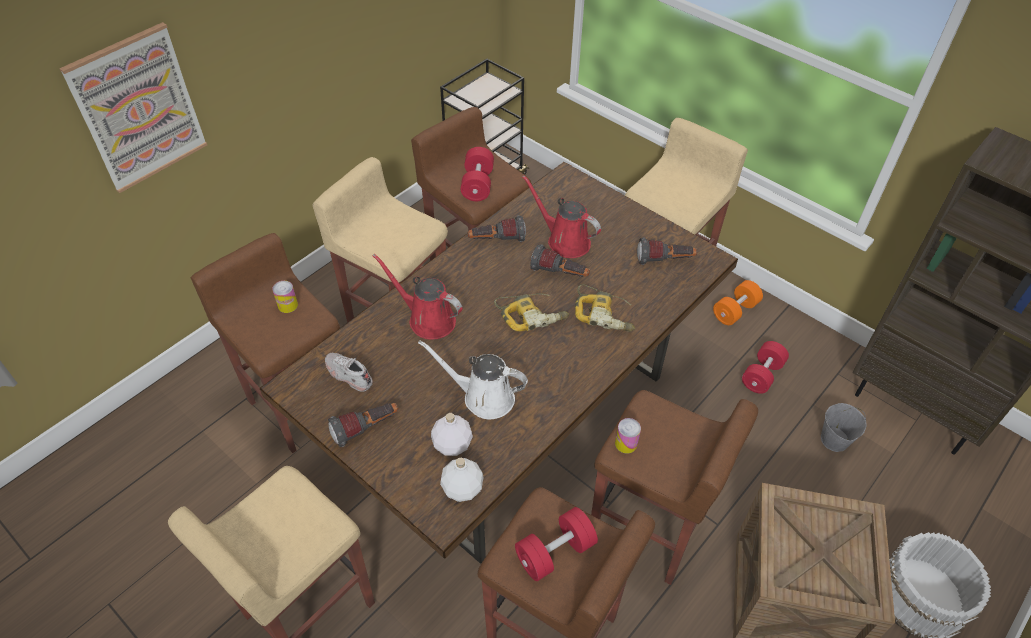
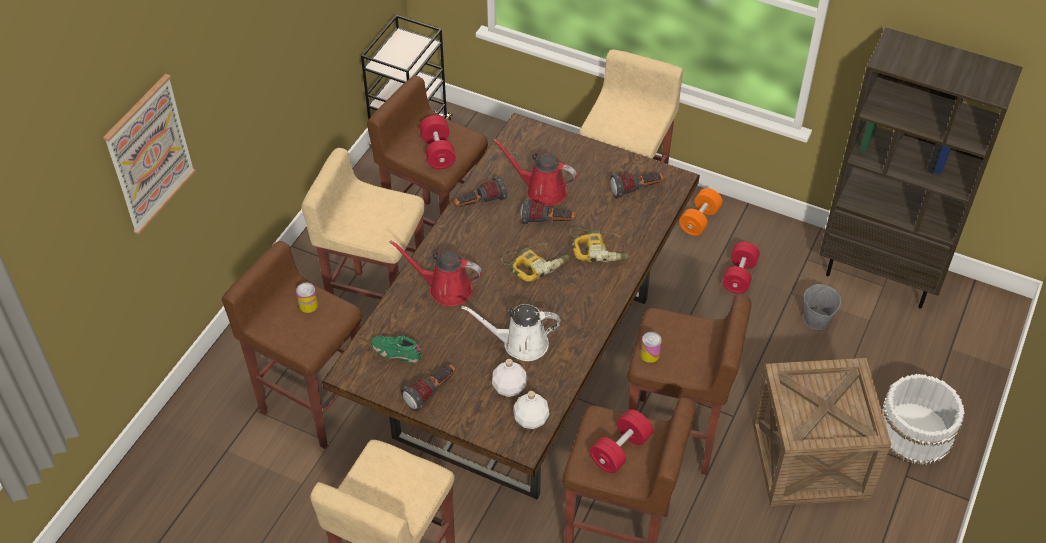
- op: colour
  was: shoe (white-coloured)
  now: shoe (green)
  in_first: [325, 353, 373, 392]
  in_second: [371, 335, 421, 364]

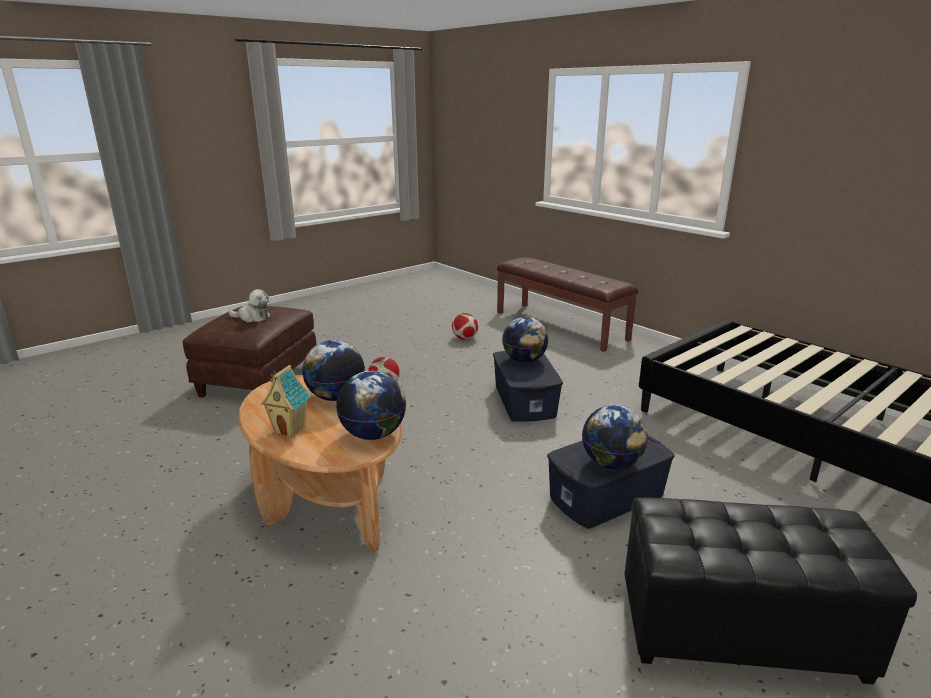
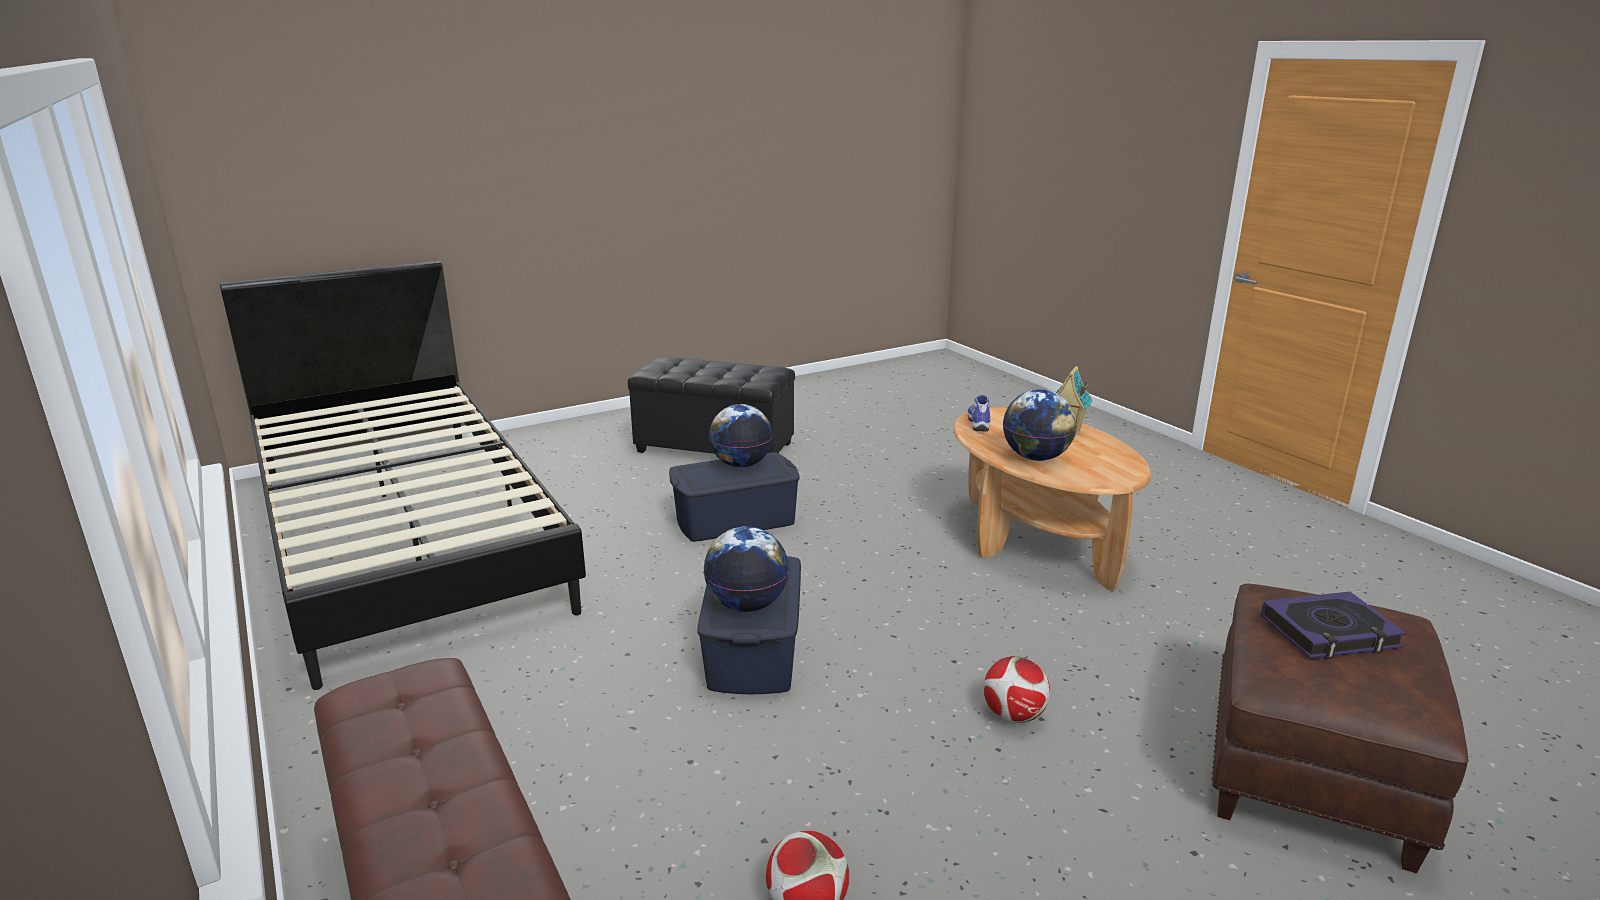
- op: exchanged
  was: soft toy
  now: bound book
  in_first: [228, 289, 271, 323]
  in_second: [1261, 592, 1406, 660]
- op: exchanged
  was: desk globe
  now: shoe
  in_first: [336, 371, 406, 440]
  in_second: [968, 395, 990, 432]

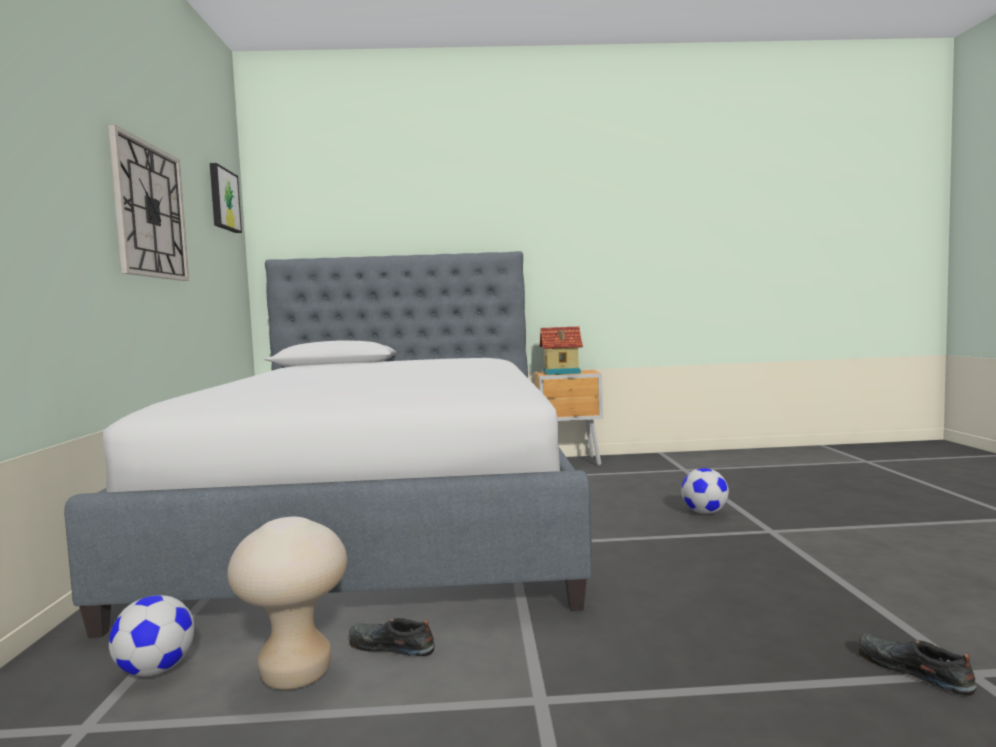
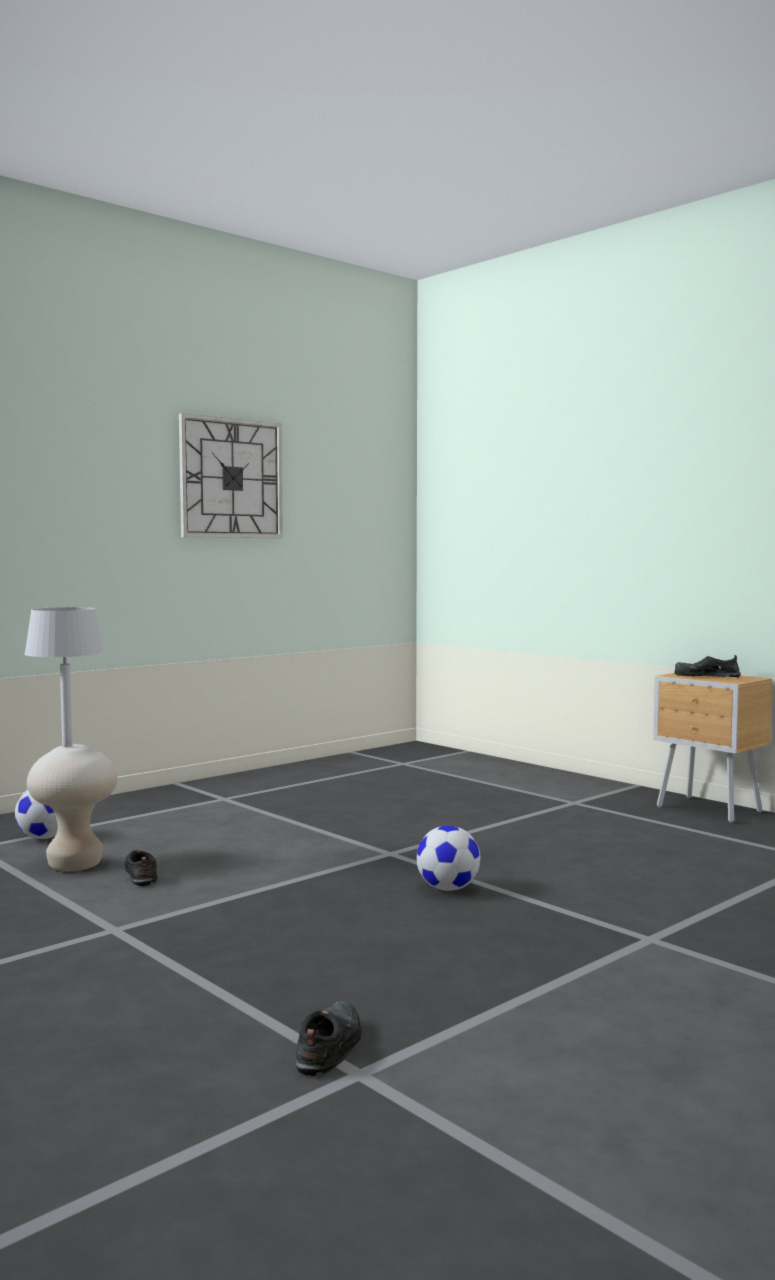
- op: missing
  was: picture
  in_first: [210, 163, 242, 233]
- op: missing
  was: sleeping bed
  in_first: [64, 251, 592, 638]
- op: exchanged
  was: model house
  now: shoe (blackish)
  in_first: [539, 326, 583, 375]
  in_second: [674, 655, 740, 678]
- op: relocated
  was: ball for football
  in_first: [681, 468, 729, 514]
  in_second: [416, 826, 480, 891]
- op: appeared
  now: lamp for a table (grey)
  in_second: [24, 607, 104, 747]

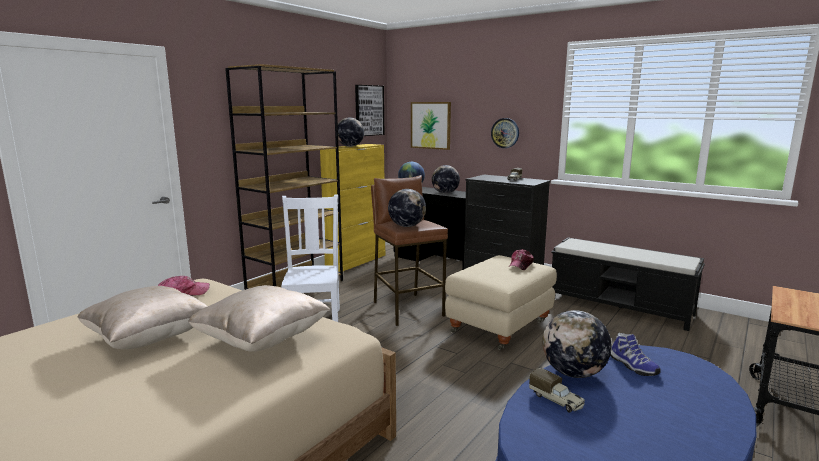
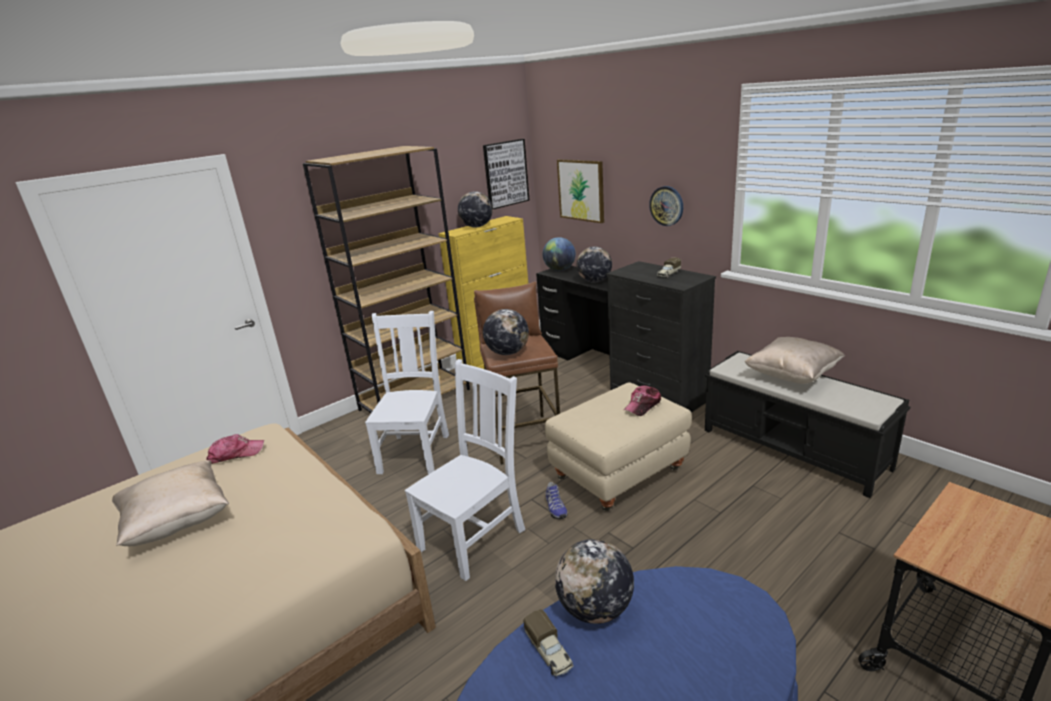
- op: relocated
  was: pillow (sand-coloured)
  in_first: [188, 285, 330, 351]
  in_second: [745, 337, 845, 384]
- op: relocated
  was: shoe
  in_first: [610, 333, 661, 376]
  in_second: [546, 482, 567, 519]
- op: appeared
  now: plain chair (white-coloured)
  in_second: [405, 359, 525, 581]

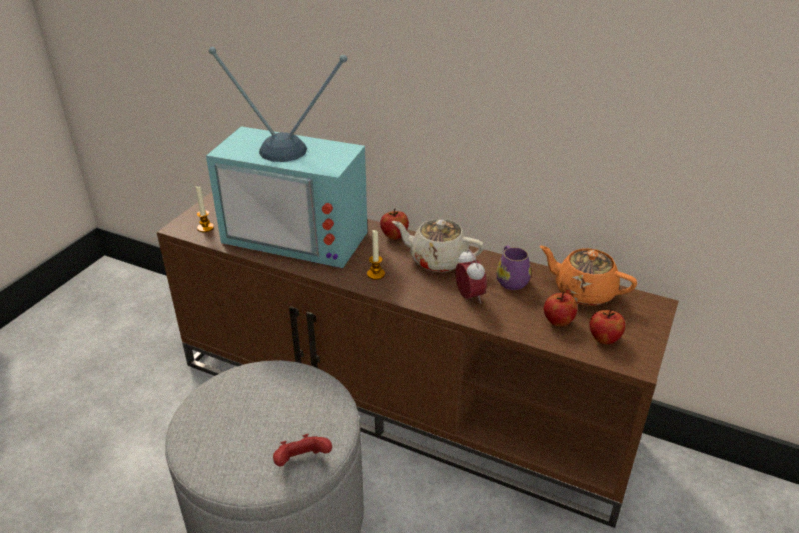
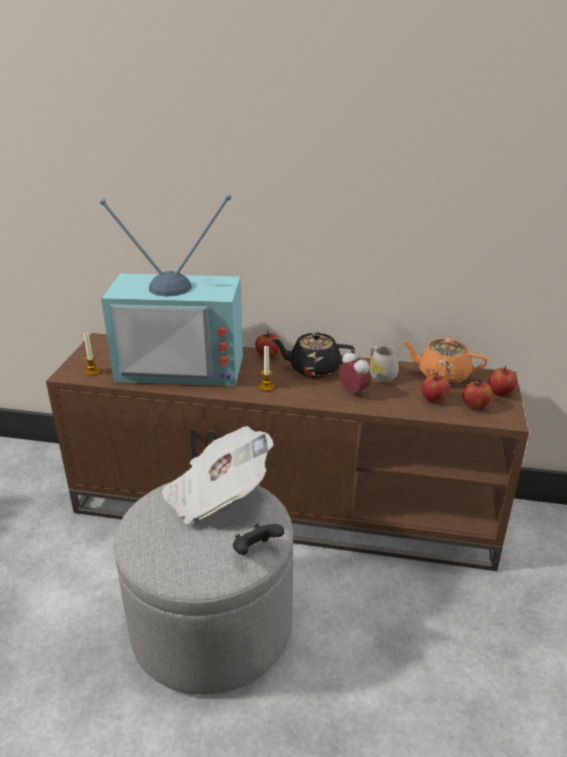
- op: colour
  was: tea pot (sand-coloured)
  now: tea pot (blackish)
  in_first: [392, 219, 484, 272]
  in_second: [272, 332, 355, 378]
- op: colour
  was: coffee mug (purple-coloured)
  now: coffee mug (white-coloured)
  in_first: [496, 246, 531, 290]
  in_second: [369, 346, 399, 383]
- op: colour
  was: game controller (red-coloured)
  now: game controller (blackish)
  in_first: [273, 434, 332, 466]
  in_second: [233, 524, 284, 555]
- op: appeared
  now: apple fruit
  in_second: [489, 366, 517, 396]
- op: appeared
  now: newspaper
  in_second: [162, 426, 274, 524]

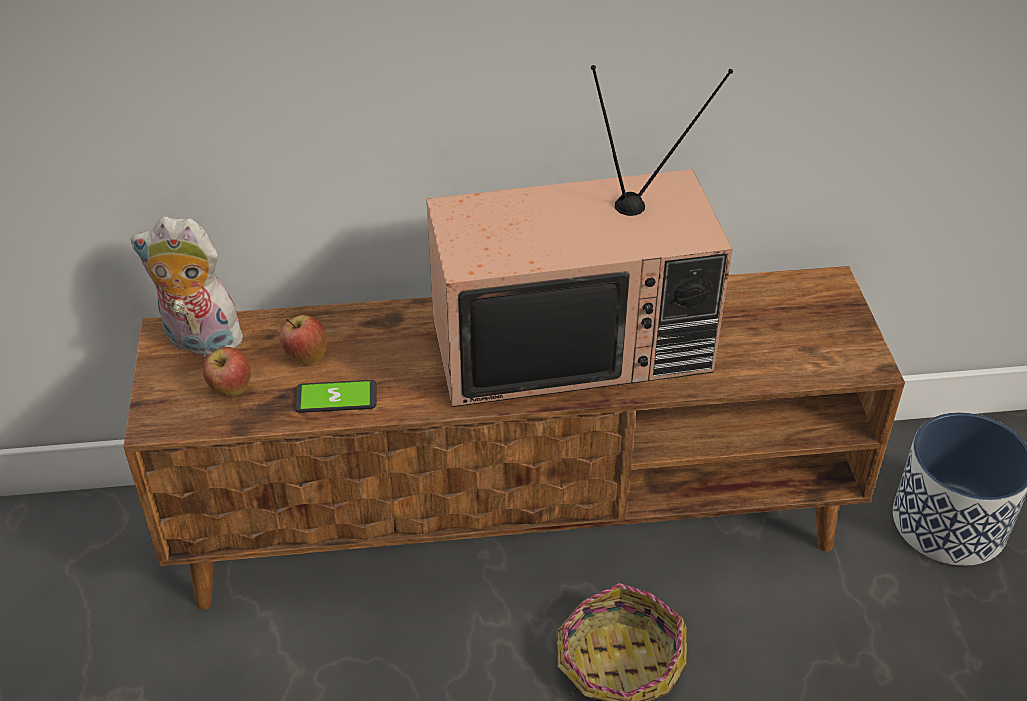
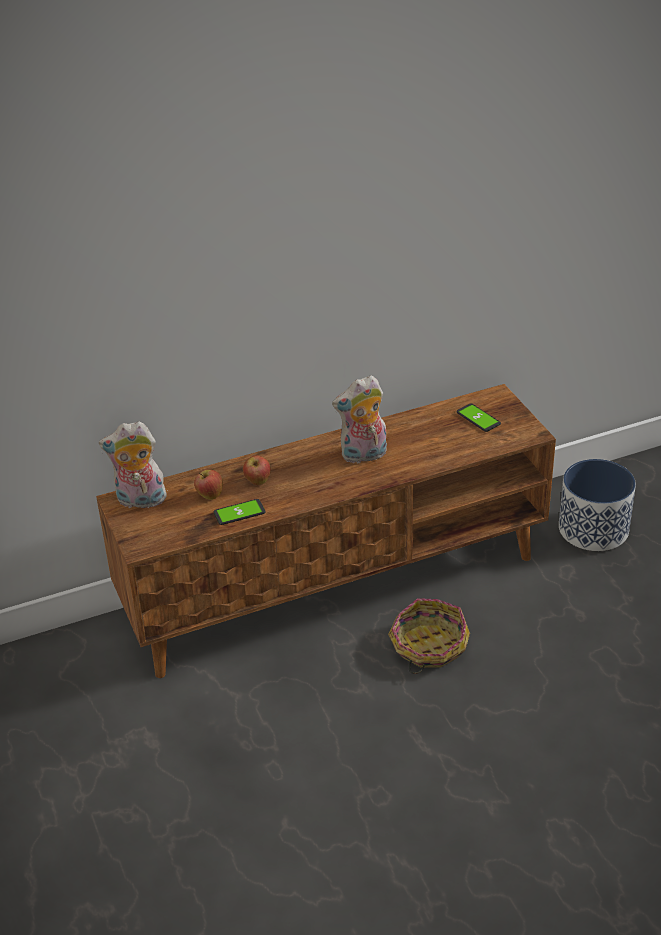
- op: exchanged
  was: television
  now: soft toy
  in_first: [427, 65, 733, 407]
  in_second: [332, 375, 387, 464]
- op: relocated
  was: apple fruit
  in_first: [203, 347, 251, 396]
  in_second: [243, 456, 271, 485]
- op: appeared
  now: handset
  in_second: [456, 404, 501, 432]

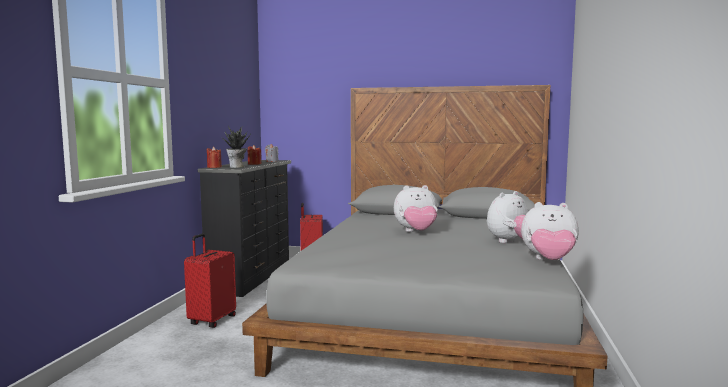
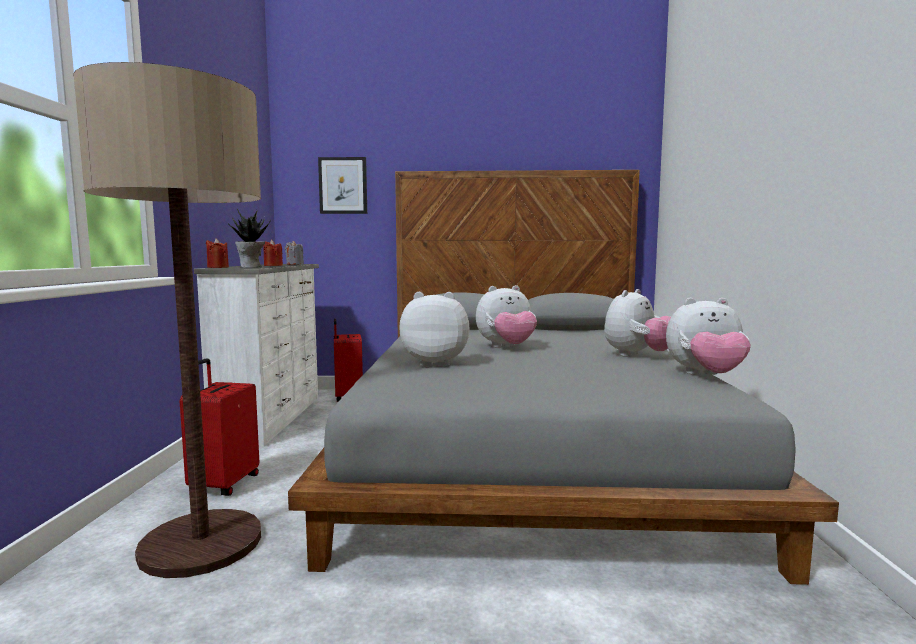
- op: colour
  was: drawer chest (blackish)
  now: drawer chest (white-coloured)
  in_first: [198, 160, 291, 297]
  in_second: [194, 264, 319, 447]
- op: appeared
  now: standing lamp
  in_second: [74, 62, 261, 578]
- op: appeared
  now: picture
  in_second: [318, 157, 367, 214]
- op: appeared
  now: soft toy
  in_second: [399, 292, 470, 367]

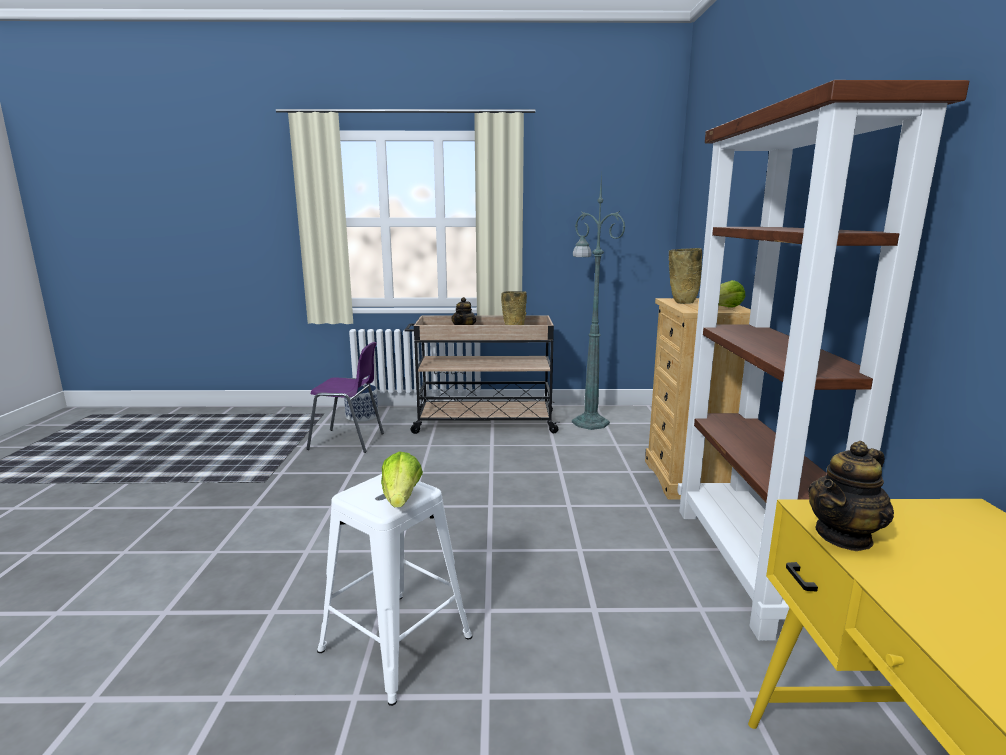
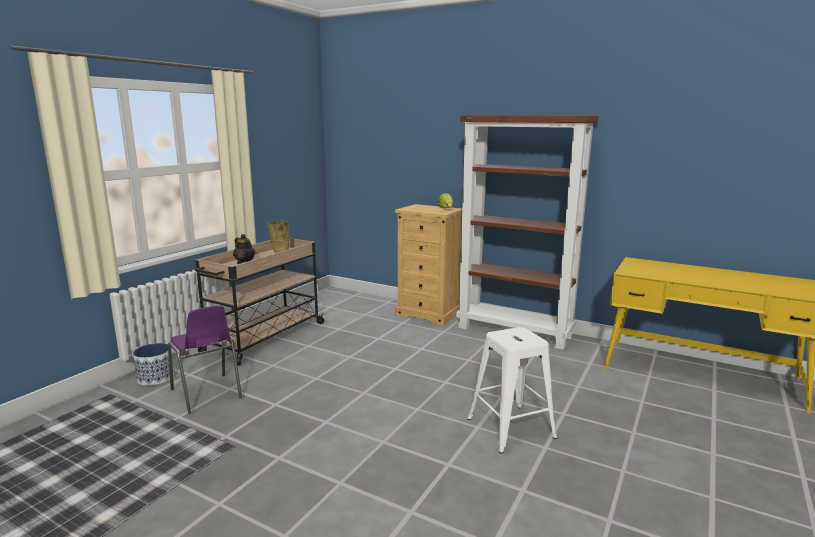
- op: missing
  was: standing lamp (green)
  in_first: [572, 173, 626, 430]
- op: missing
  was: decorative vase (sand-coloured)
  in_first: [669, 248, 702, 304]
- op: spun
  was: plain chair (purple-coloured)
  in_first: [307, 342, 384, 453]
  in_second: [168, 305, 242, 414]
  clockwise: 105
- op: missing
  was: tea pot
  in_first: [808, 441, 894, 551]
- op: missing
  was: lettuce head
  in_first: [381, 451, 423, 507]

